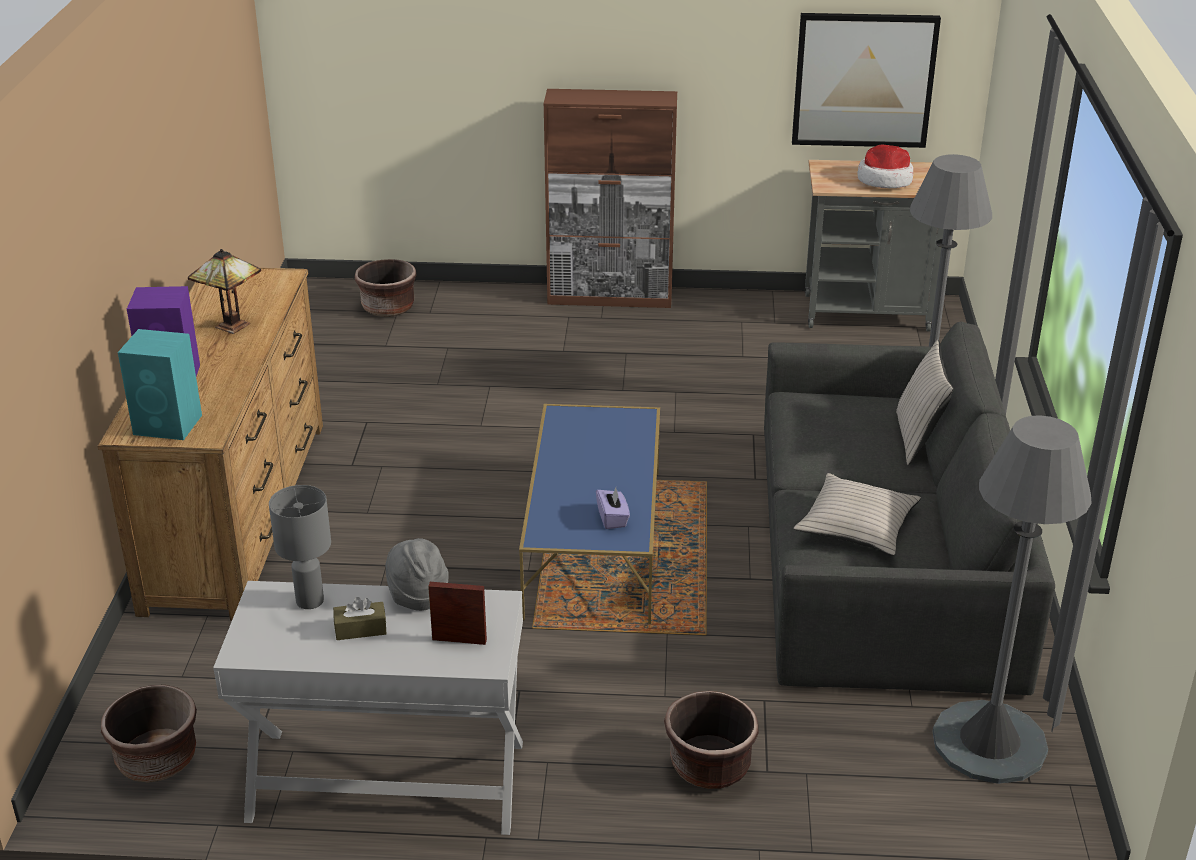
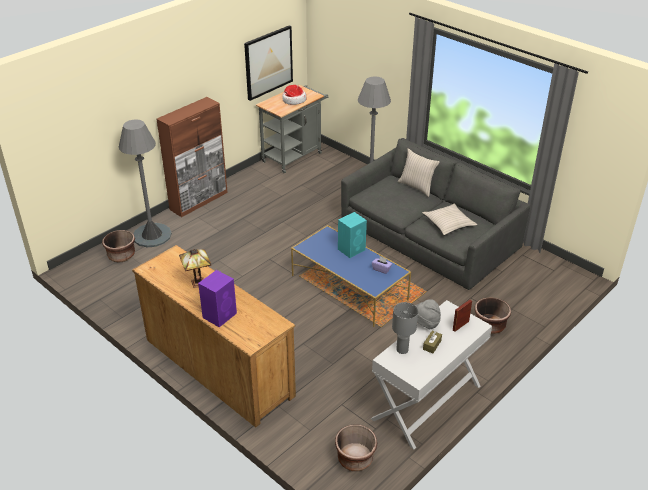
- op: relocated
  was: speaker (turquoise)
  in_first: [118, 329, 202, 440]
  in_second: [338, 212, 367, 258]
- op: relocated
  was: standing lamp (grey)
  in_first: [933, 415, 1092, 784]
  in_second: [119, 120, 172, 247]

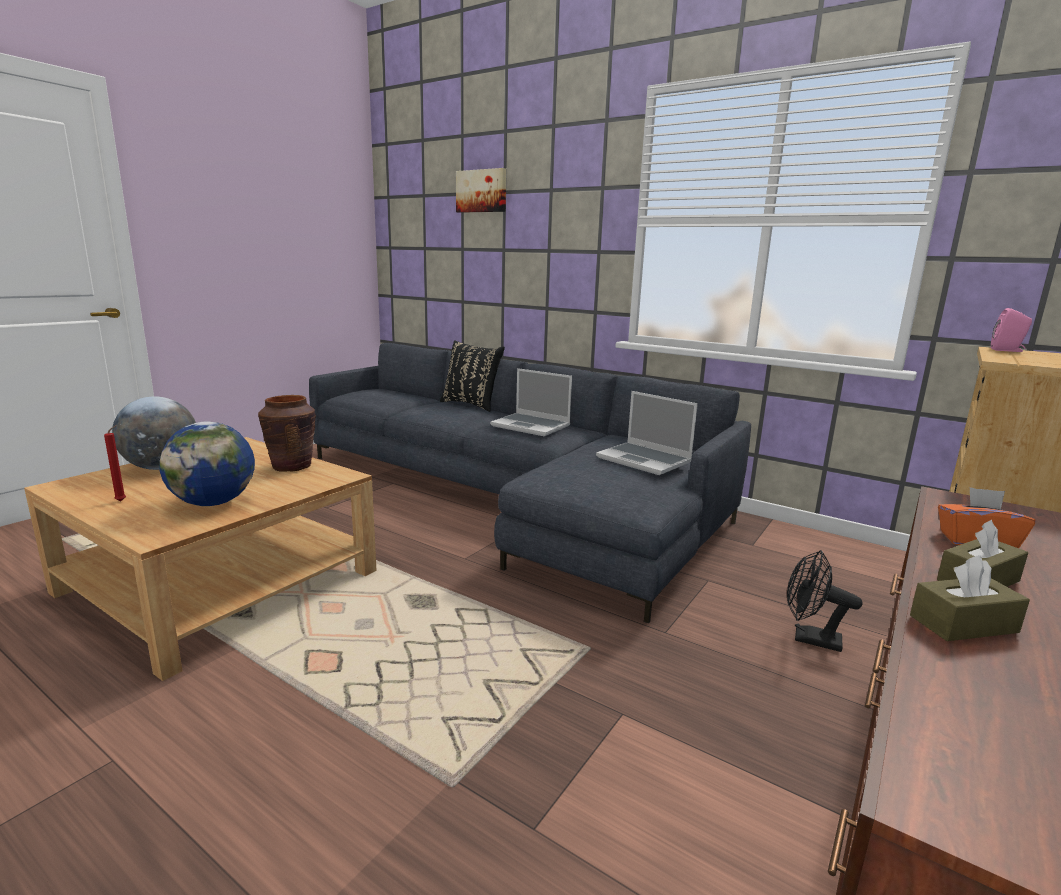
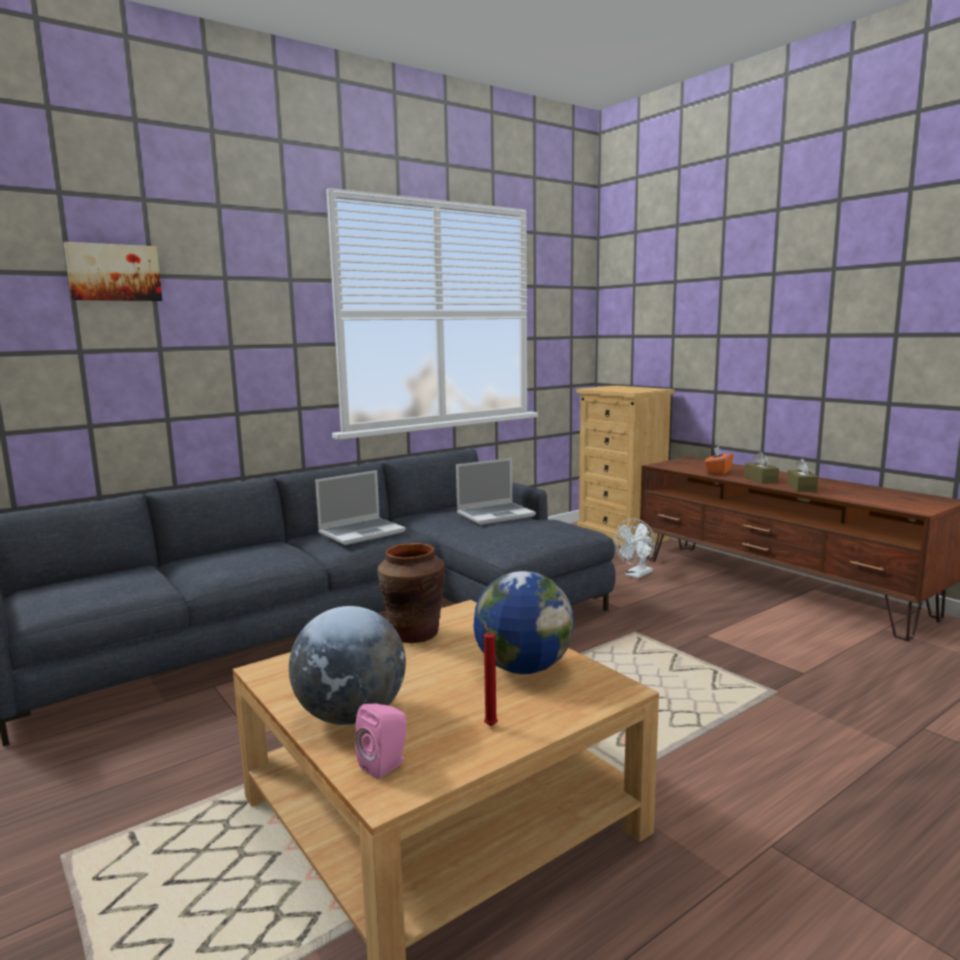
- op: relocated
  was: speaker (pink)
  in_first: [991, 308, 1032, 352]
  in_second: [355, 704, 406, 779]
- op: missing
  was: pillow (blackish)
  in_first: [440, 340, 505, 412]
- op: colour
  was: electric fan (blackish)
  now: electric fan (white-coloured)
  in_first: [787, 550, 863, 652]
  in_second: [614, 519, 655, 578]

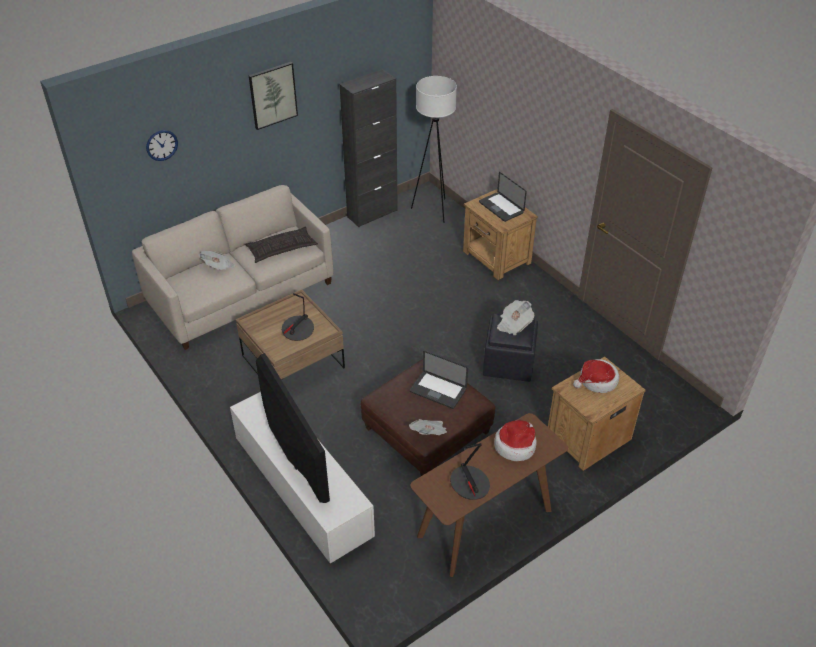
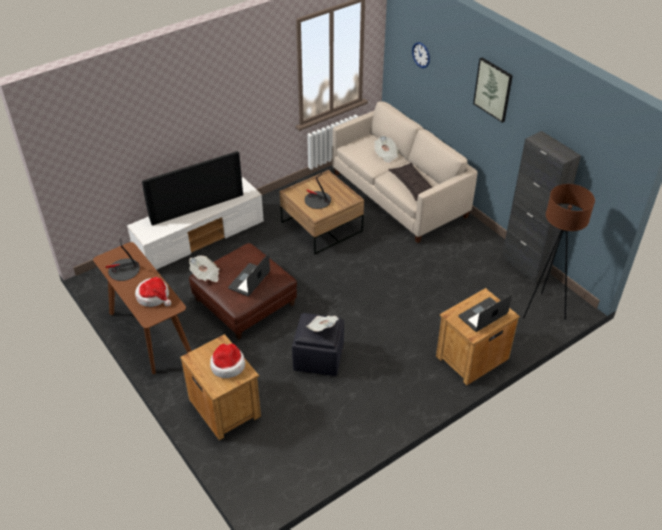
- op: colour
  was: standing lamp (white-coloured)
  now: standing lamp (brown)
  in_first: [411, 76, 457, 223]
  in_second: [523, 184, 595, 320]

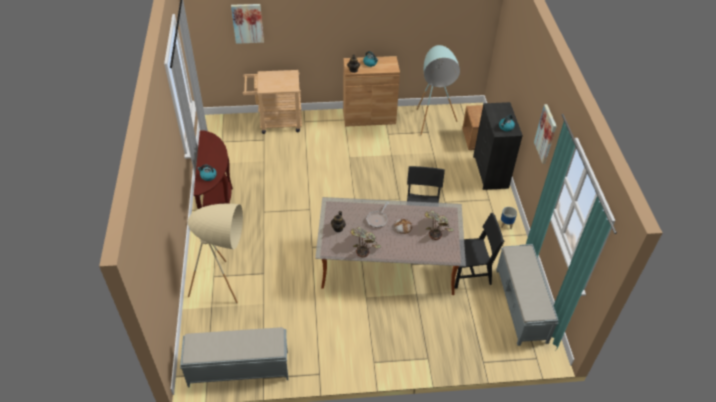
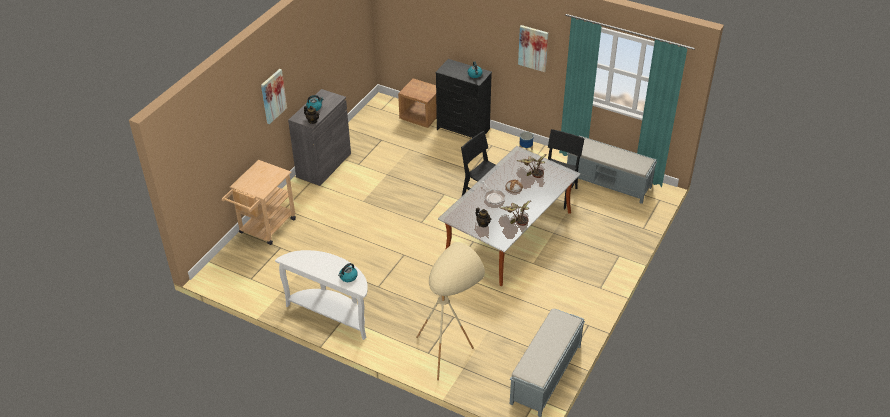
- op: relocated
  was: picture
  in_first: [231, 4, 264, 44]
  in_second: [261, 69, 287, 124]
- op: missing
  was: standing lamp (turquoise)
  in_first: [417, 45, 460, 135]
- op: colour
  was: cabinet (brown)
  now: cabinet (grey)
  in_first: [343, 56, 400, 127]
  in_second: [288, 89, 351, 186]
- op: colour
  was: console table (brown)
  now: console table (white-coloured)
  in_first: [194, 130, 233, 209]
  in_second: [275, 250, 368, 340]

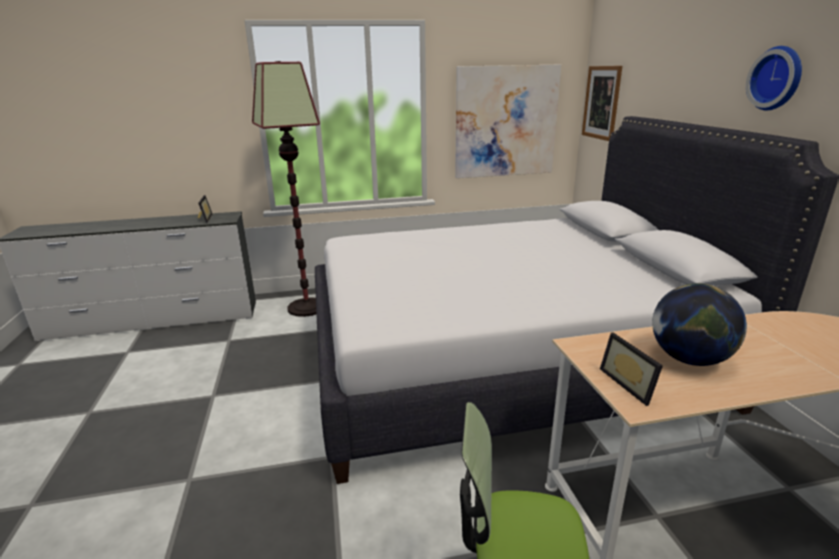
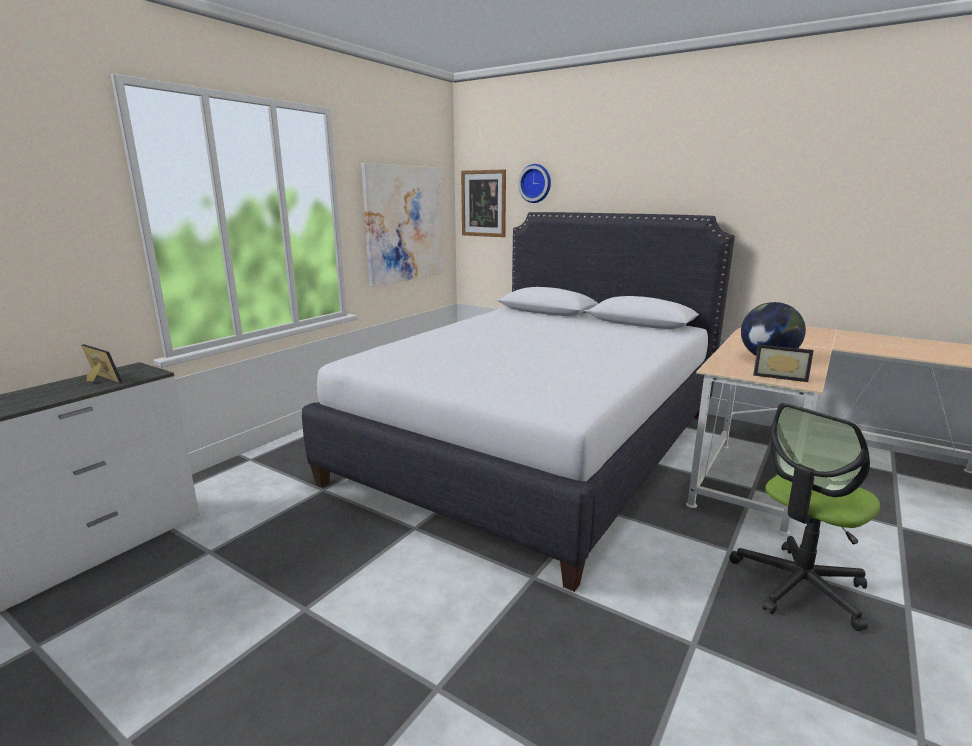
- op: relocated
  was: clock on the wall
  in_first: [746, 46, 802, 110]
  in_second: [518, 164, 551, 203]
- op: missing
  was: standing lamp
  in_first: [252, 61, 320, 317]

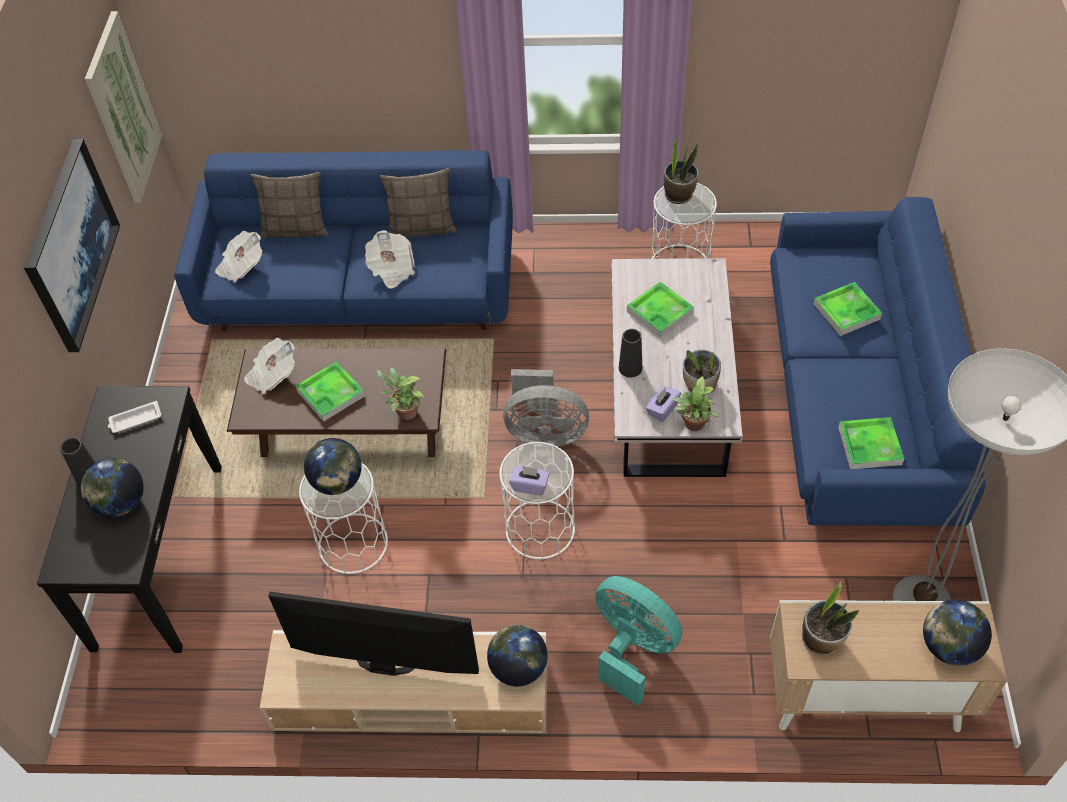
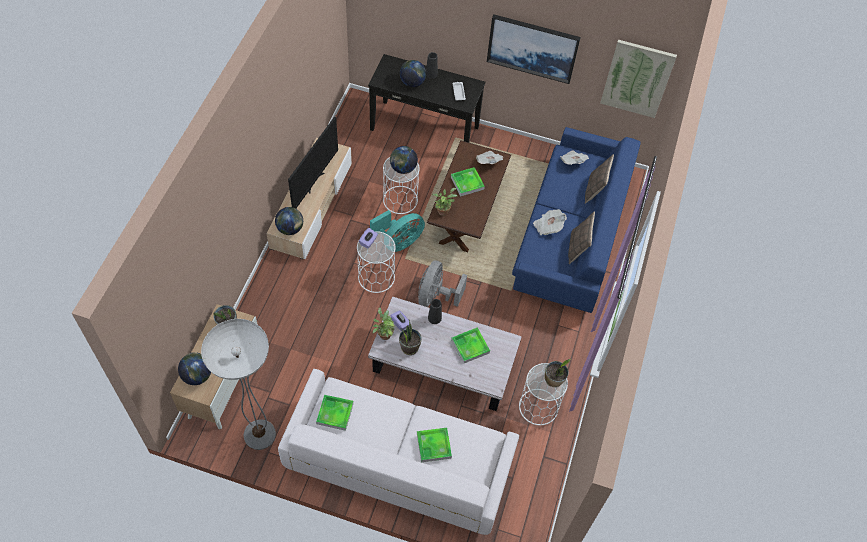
- op: colour
  was: couch (blue)
  now: couch (white-coloured)
  in_first: [770, 197, 990, 526]
  in_second: [278, 369, 519, 535]
- op: relocated
  was: electric fan (turquoise)
  in_first: [595, 576, 682, 706]
  in_second: [370, 210, 425, 252]

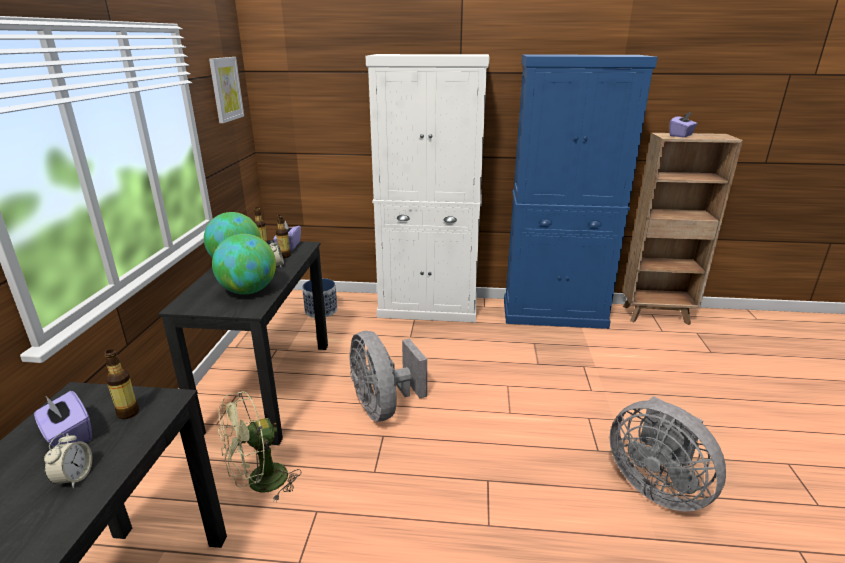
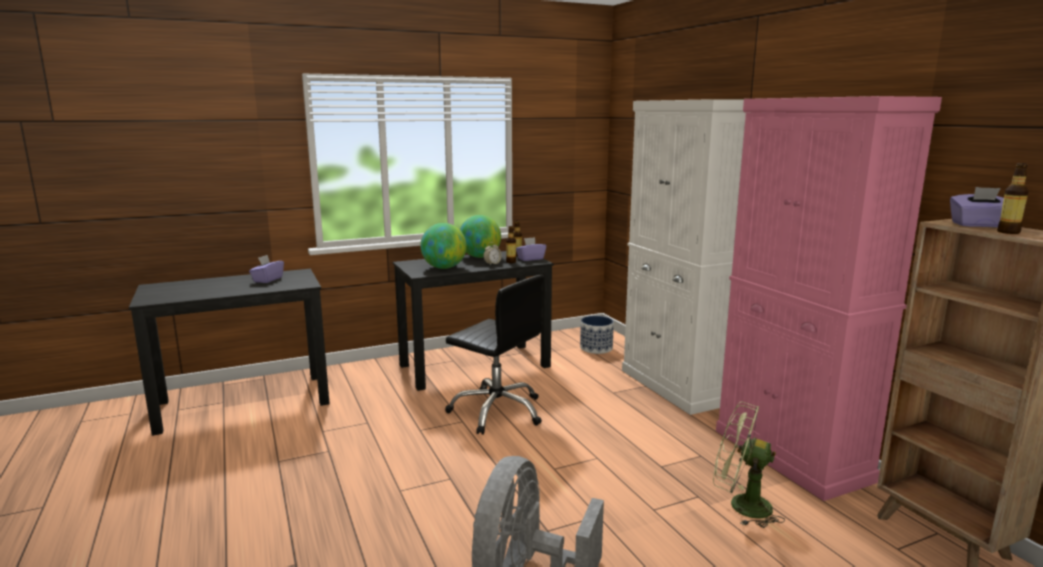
- op: colour
  was: cabinet (blue)
  now: cabinet (pink)
  in_first: [504, 54, 658, 329]
  in_second: [716, 96, 942, 501]
- op: missing
  was: picture
  in_first: [209, 57, 244, 123]
- op: exchanged
  was: electric fan (grey)
  now: desk chair (blackish)
  in_first: [349, 331, 427, 422]
  in_second: [445, 275, 544, 435]
- op: relocated
  was: drink bottle
  in_first: [104, 349, 139, 419]
  in_second: [997, 163, 1029, 234]
- op: relocated
  was: electric fan (green)
  in_first: [218, 391, 301, 502]
  in_second: [713, 402, 785, 528]
- op: missing
  was: bedside clock
  in_first: [44, 433, 92, 488]

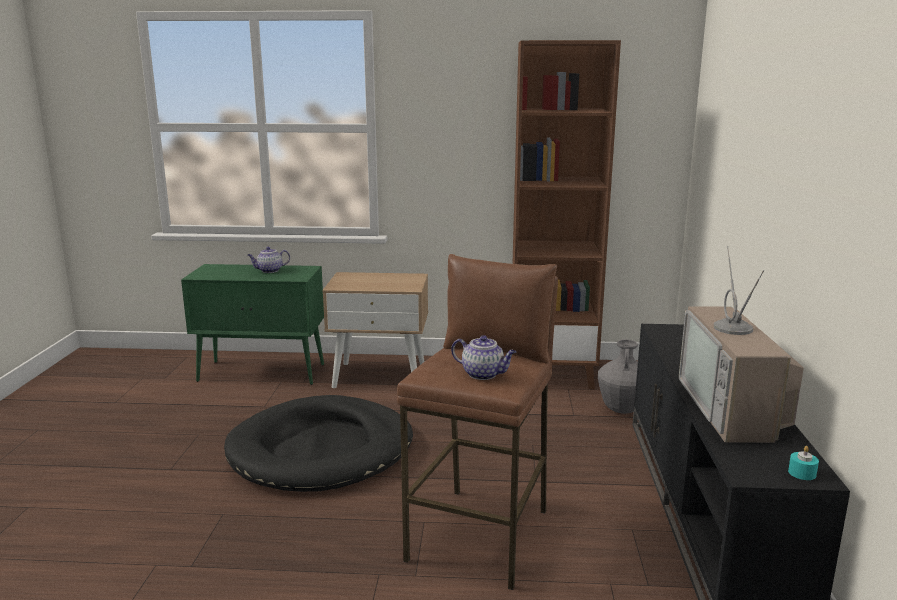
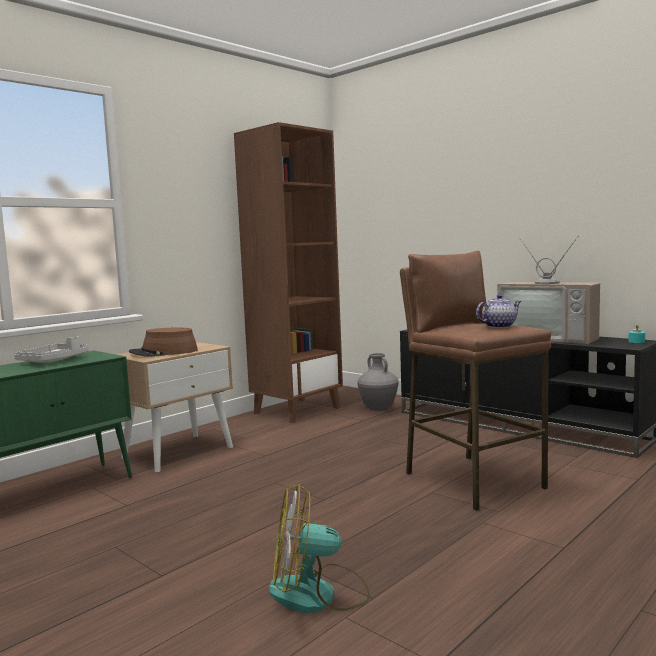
- op: exchanged
  was: tea pot
  now: serving tray (grey)
  in_first: [247, 247, 290, 273]
  in_second: [14, 336, 89, 363]
- op: missing
  was: pet bed (blackish)
  in_first: [224, 395, 413, 492]
- op: appeared
  now: wearable hat (brown)
  in_second: [129, 328, 198, 357]
- op: appeared
  now: electric fan
  in_second: [269, 484, 371, 614]

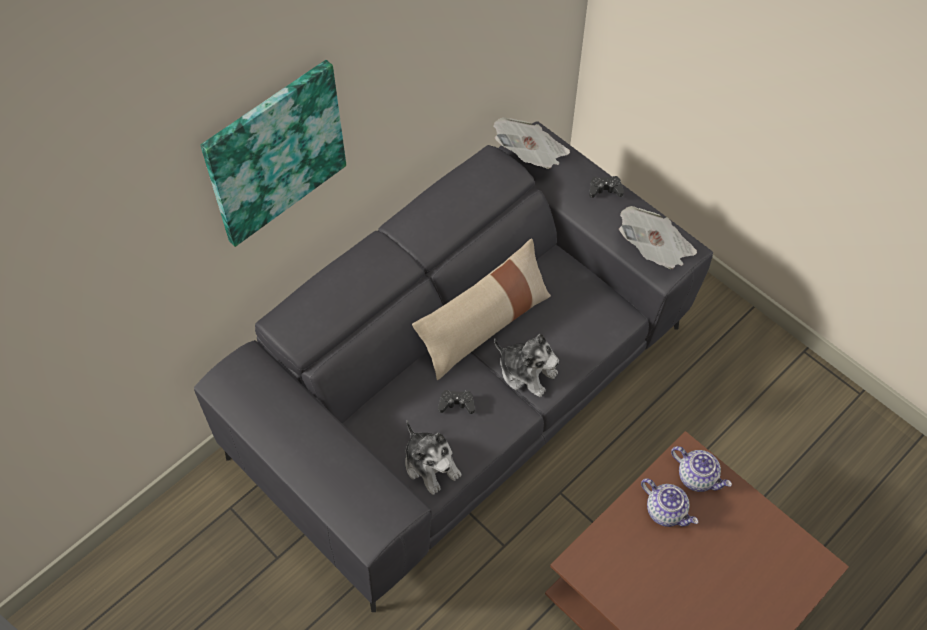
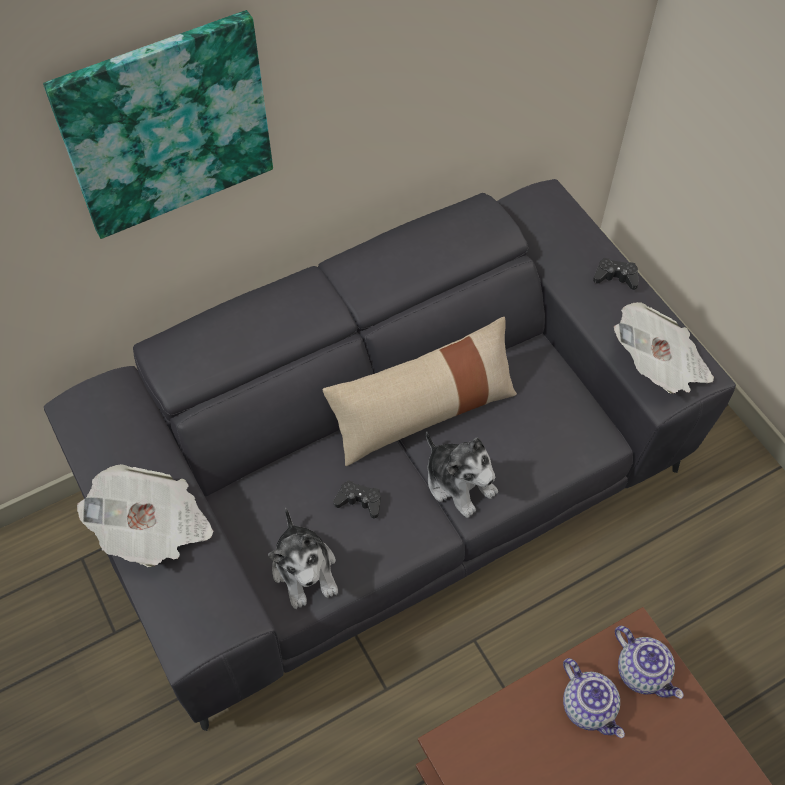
- op: relocated
  was: newspaper
  in_first: [494, 117, 570, 169]
  in_second: [77, 464, 213, 567]

